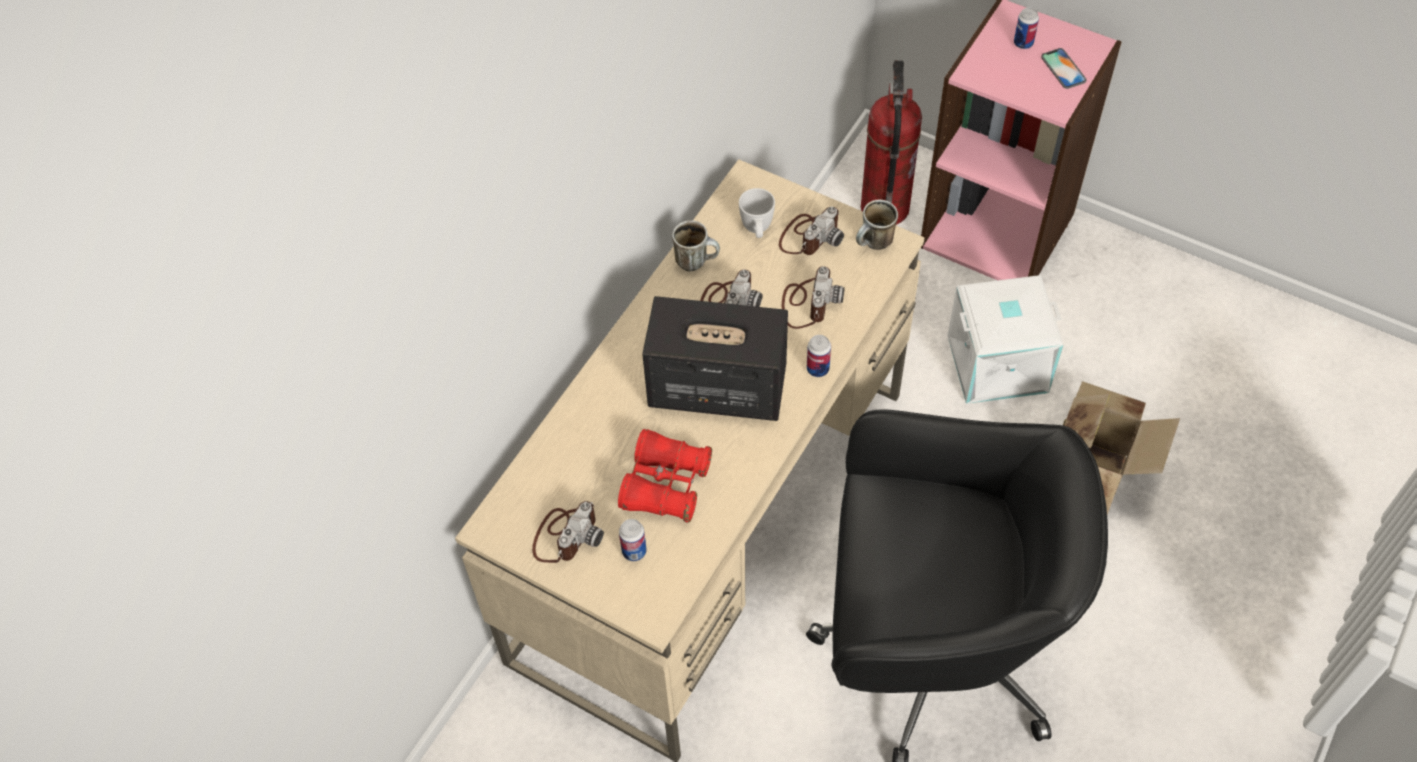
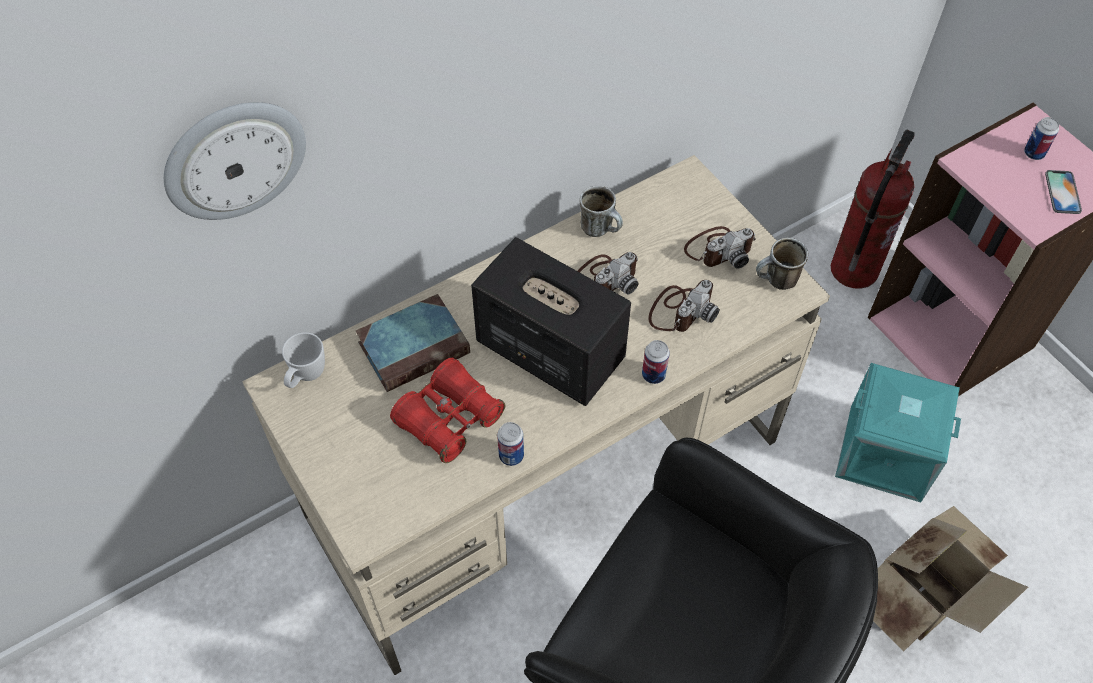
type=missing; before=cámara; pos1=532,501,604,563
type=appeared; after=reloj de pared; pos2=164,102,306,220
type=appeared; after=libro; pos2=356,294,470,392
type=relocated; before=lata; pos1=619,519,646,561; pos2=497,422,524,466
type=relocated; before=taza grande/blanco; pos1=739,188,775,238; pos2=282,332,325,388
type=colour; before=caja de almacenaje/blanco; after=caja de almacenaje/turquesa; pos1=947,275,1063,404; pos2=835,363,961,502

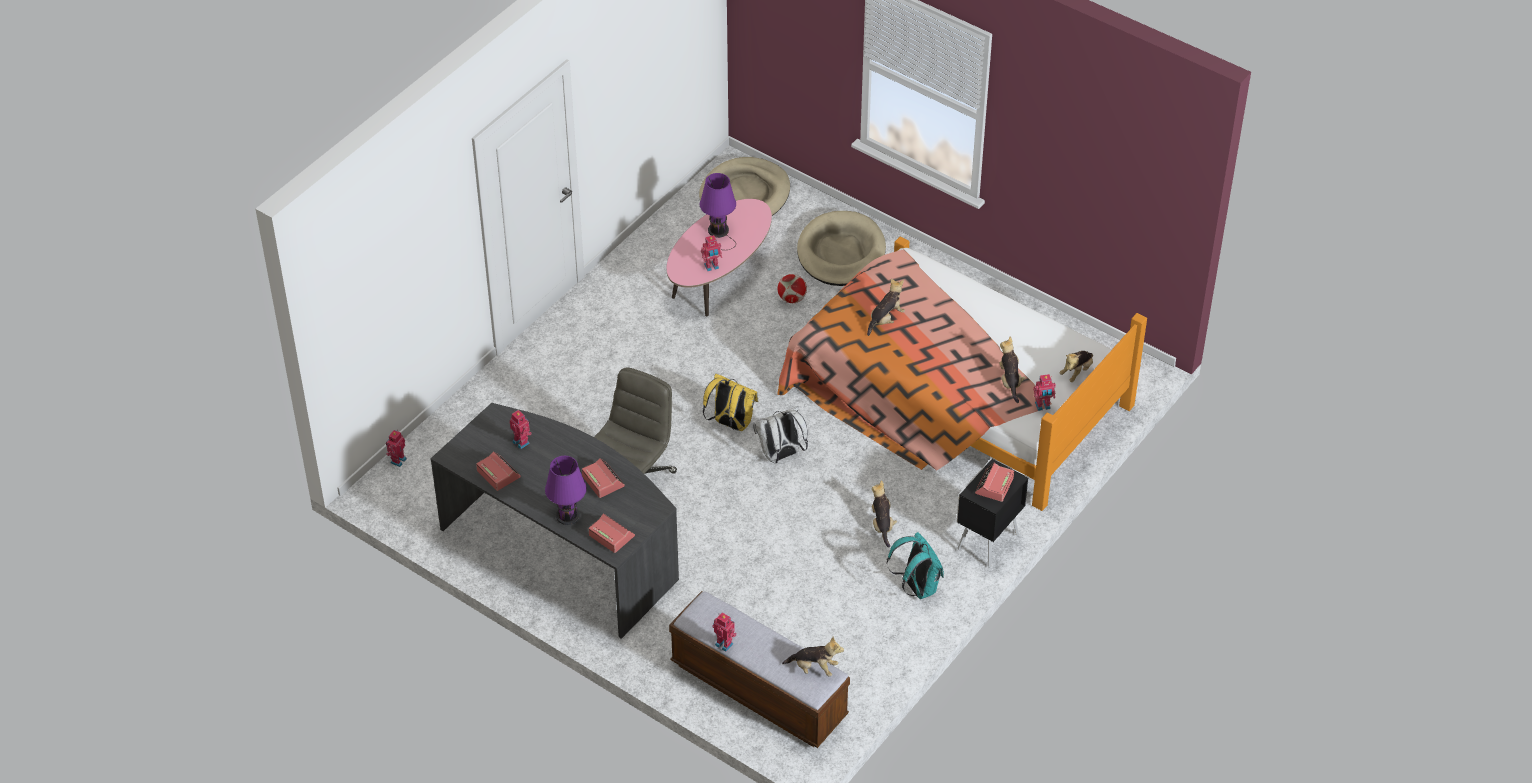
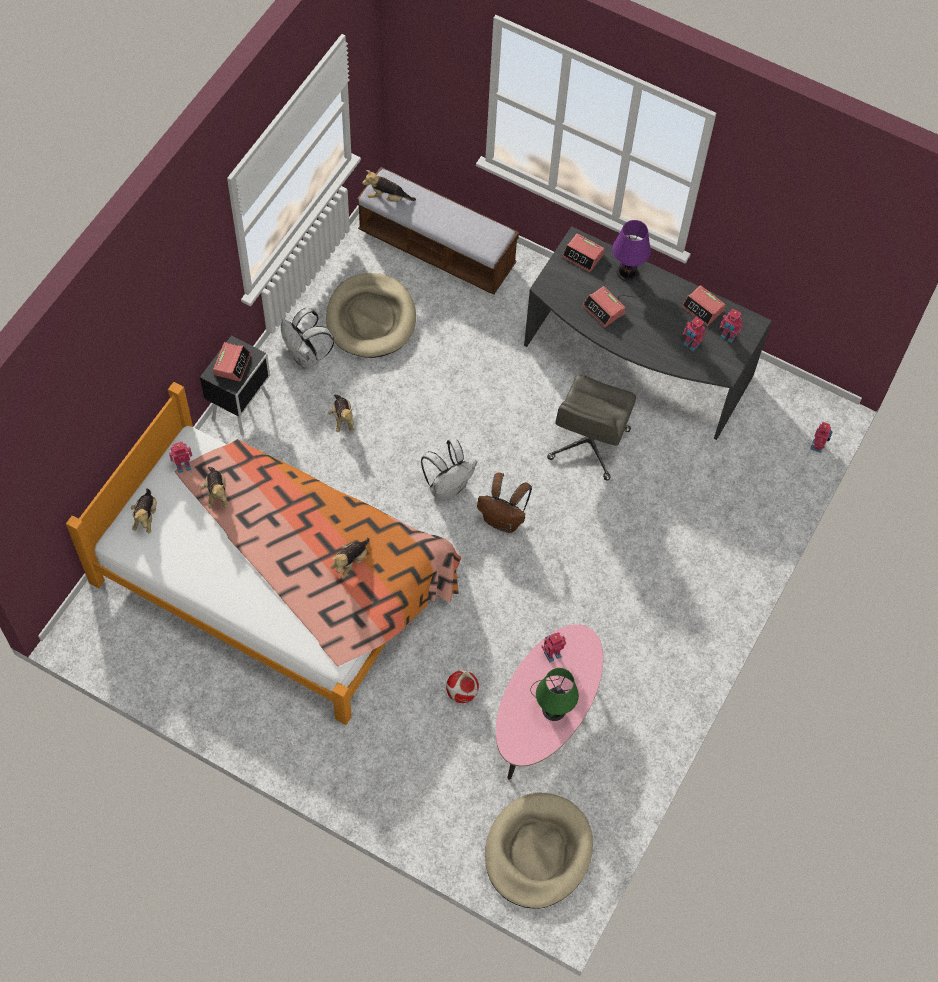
type=relocated; before=robot de juguete; pos1=712,612,737,652; pos2=720,309,743,343
type=relocated; before=cama para perro/beis; pos1=797,211,886,286; pos2=326,273,416,358
type=colour; before=lámpara de mesa/morado; after=lámpara de mesa/verde; pos1=700,173,736,250; pos2=530,668,579,721
type=colour; before=mochila/amarillo; after=mochila/marrón; pos1=703,374,758,431; pos2=477,473,532,533
type=colour; before=mochila/turquesa; after=mochila/blanco; pos1=887,532,944,599; pos2=281,308,334,369
type=spun; before=peluche; pos1=1059,351,1093,382; pos2=131,489,157,533; turn=150

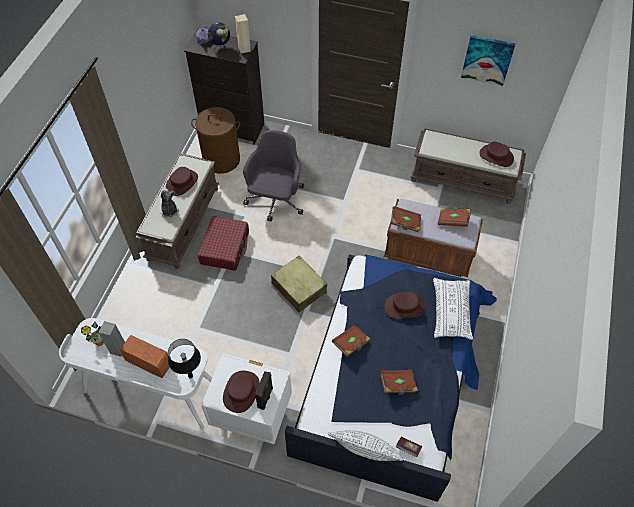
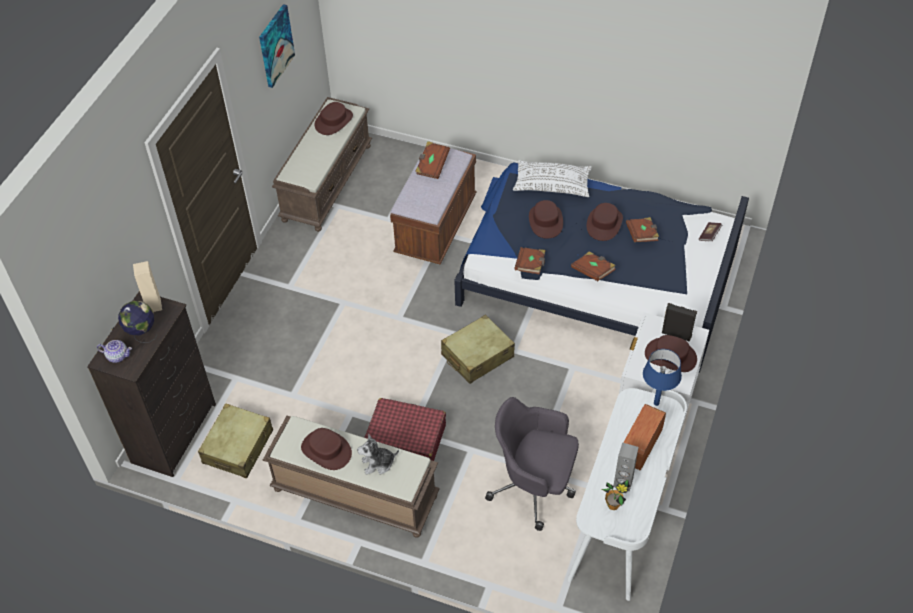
type=missing; before=cojín/blanco; pos1=328,430,404,461
type=appeared; after=sombrero/marrón; pos2=587,203,623,241
type=relocated; before=silla de oficina/gris; pos1=243,130,304,221; pos2=485,397,579,531
type=relocated; before=libro/marrón; pos1=391,206,421,232; pos2=514,247,546,275
type=exchanged; before=cesto de la ropa/marrón; after=maleta/beis; pos1=191,107,240,174; pos2=198,403,273,478
type=colour; before=lámpara de mesa/negro; after=lámpara de mesa/azul; pos1=168,339,201,379; pos2=643,349,682,406

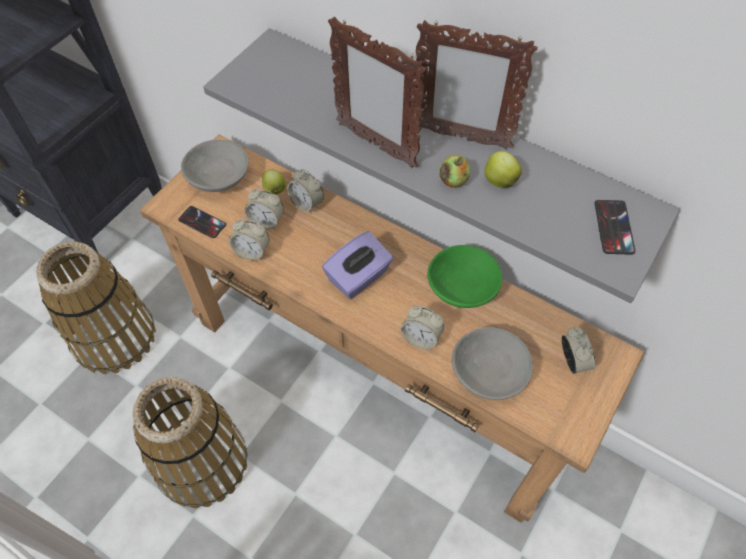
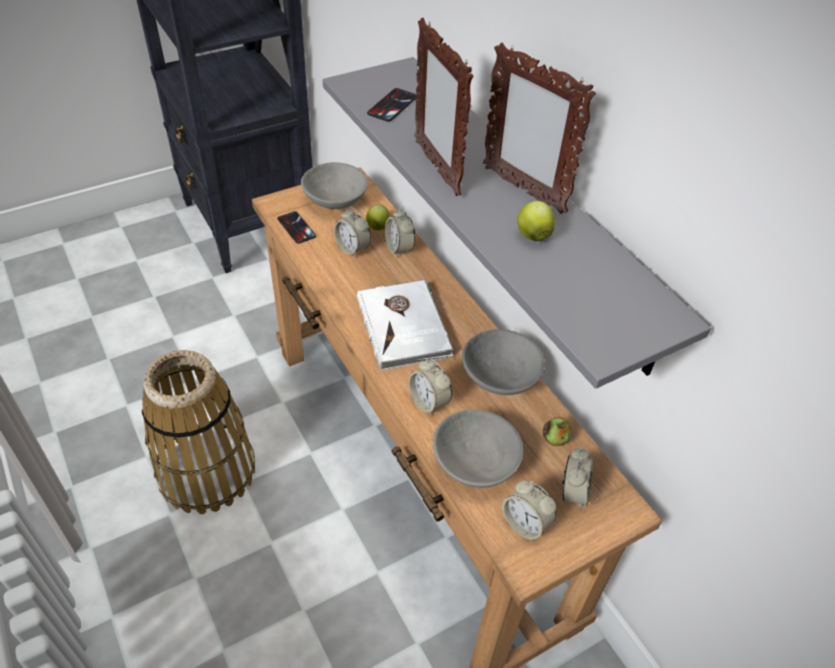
type=missing; before=cesta; pos1=36,241,156,374
type=relocated; before=despertador; pos1=229,218,270,260; pos2=502,481,556,541
type=relocated; before=manzana; pos1=439,155,470,188; pos2=543,417,572,446
type=relocated; before=móvil; pos1=594,200,635,255; pos2=367,88,417,122
type=exchanged; before=caja de pañuelos/morado; after=libro/blanco; pos1=322,231,393,299; pos2=357,279,454,371
type=colour; before=cuenco/verde; after=cuenco/gris; pos1=427,245,502,308; pos2=462,329,545,395

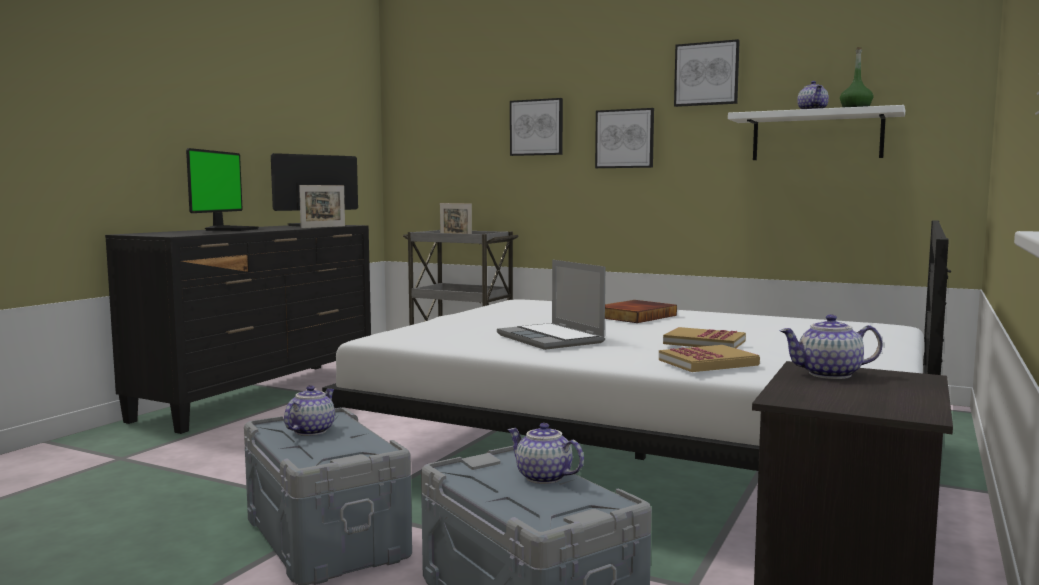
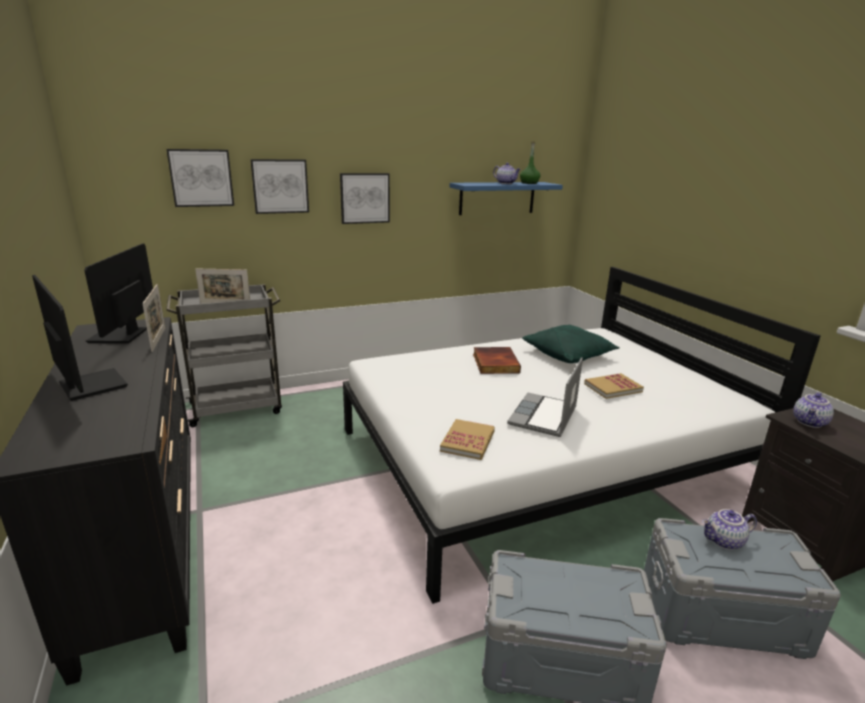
type=missing; before=tetera; pos1=284,385,335,436
type=appeared; after=cojín/verde; pos2=522,325,620,363
type=relocated; before=libro; pos1=659,345,760,372; pos2=440,419,495,460
type=relocated; before=cuadro; pos1=674,39,740,107; pos2=166,149,234,207
type=colour; before=estante/blanco; after=estante/azul; pos1=728,105,905,160; pos2=450,182,563,215
type=spun; before=portátil; pos1=497,260,605,350; pos2=507,357,583,437; turn=105

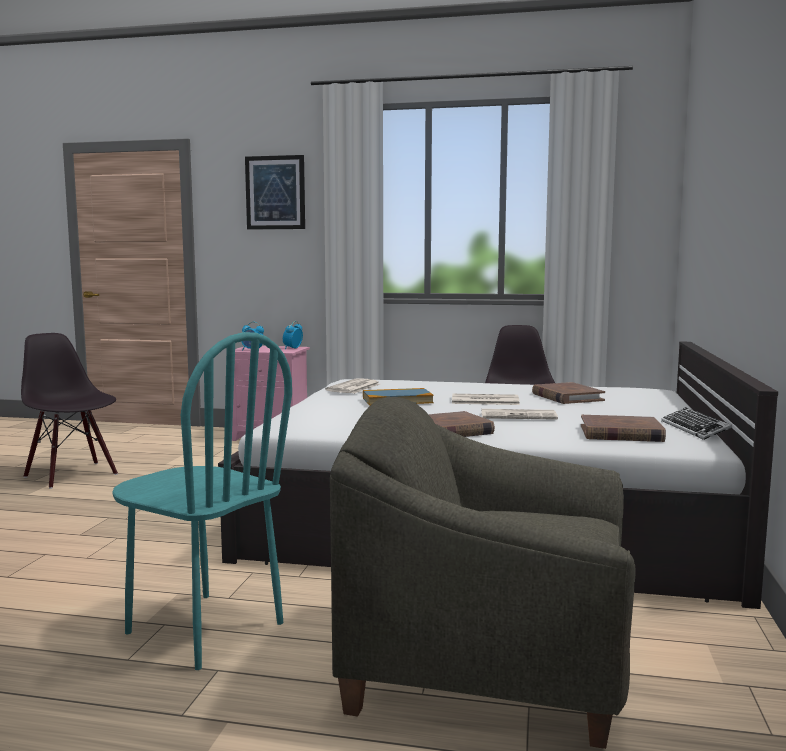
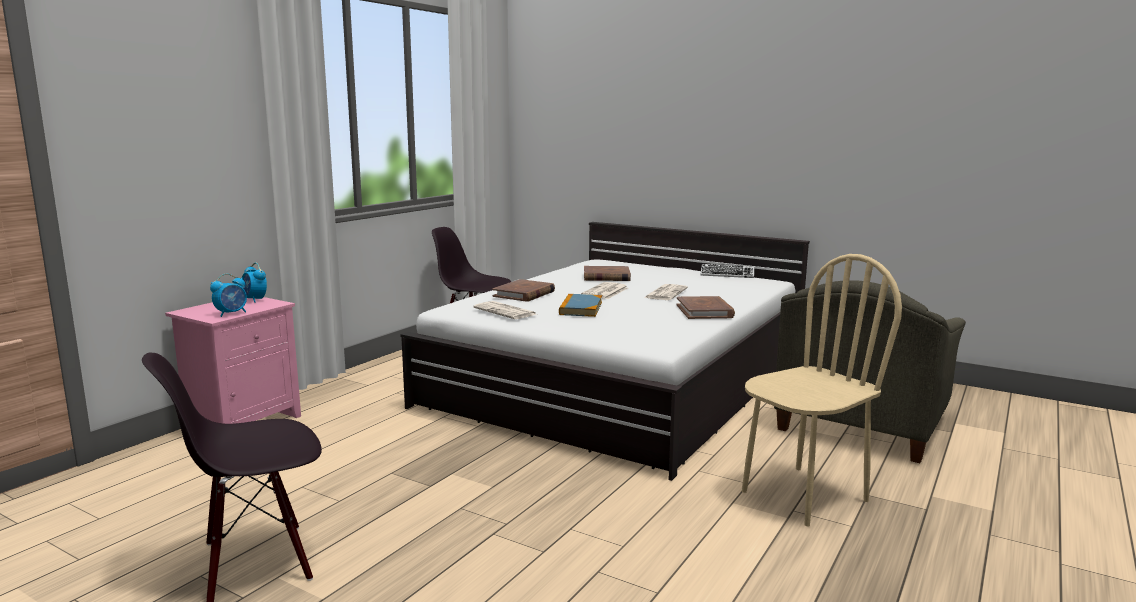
type=missing; before=cuadro; pos1=245,155,305,229
type=relocated; before=libro/marrón; pos1=581,415,666,442; pos2=492,279,555,302
type=colour; before=silla/turquesa; after=silla/beis; pos1=112,332,292,670; pos2=742,254,902,526

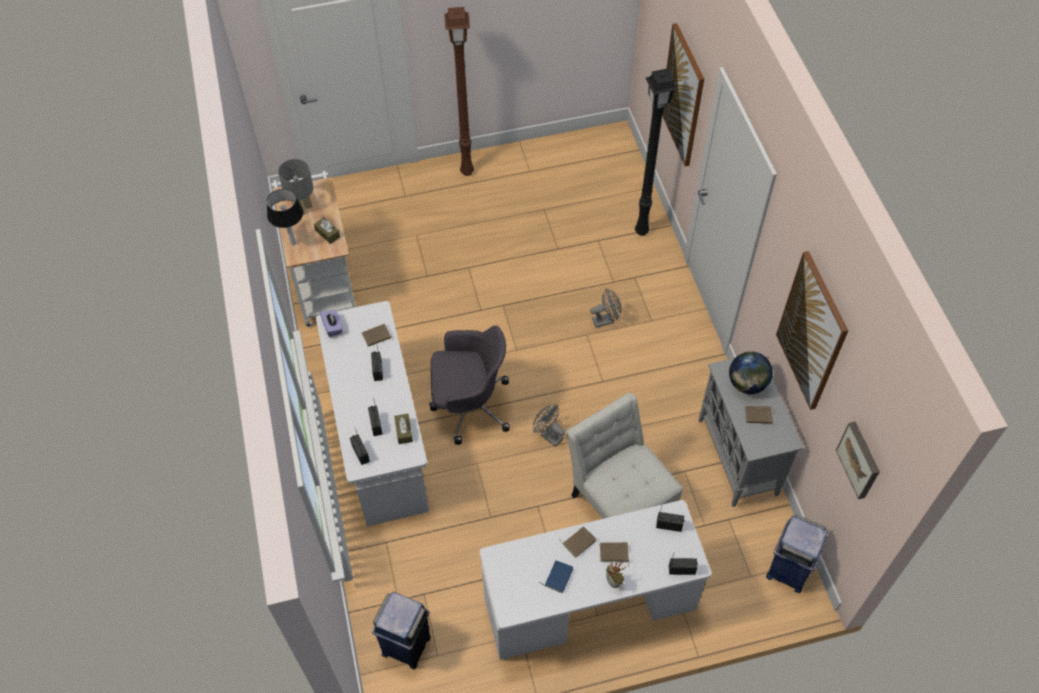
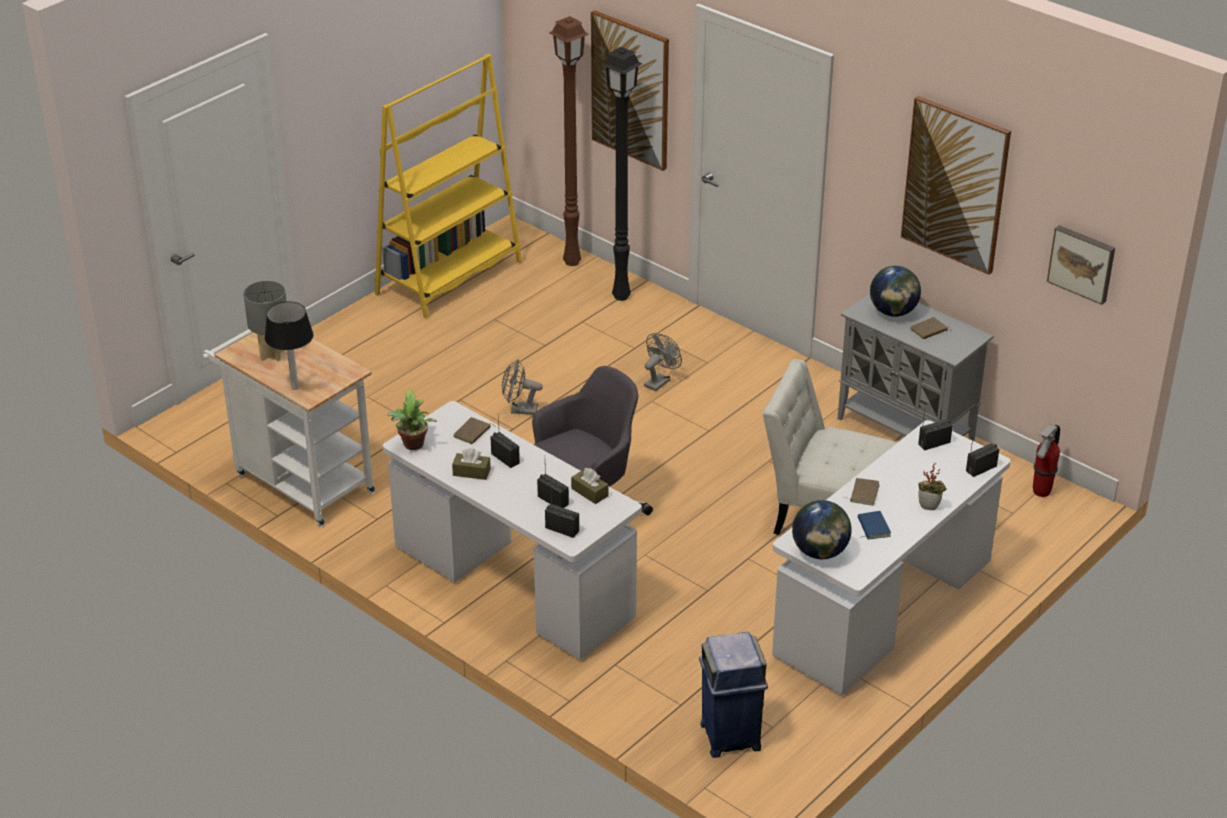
type=missing; before=libro/marrón; pos1=600,542,630,567
type=appeared; after=estantería/amarillo; pos2=374,54,522,318
type=appeared; after=globo terráqueo; pos2=792,500,852,559
type=relocated; before=caja de pañuelos/marrón; pos1=314,217,340,244; pos2=452,448,491,480
type=relocated; before=lámpara de pie/marrón; pos1=444,7,474,176; pos2=549,16,589,266
type=relocated; before=ventilador/gris; pos1=533,405,565,447; pos2=502,360,543,415
type=exchanged; before=caja de pañuelos/morado; after=planta en maceta; pos1=320,310,343,337; pos2=387,389,437,450
type=exchanged; before=papelera/azul; after=extintor; pos1=766,515,828,593; pos2=1033,424,1060,497

